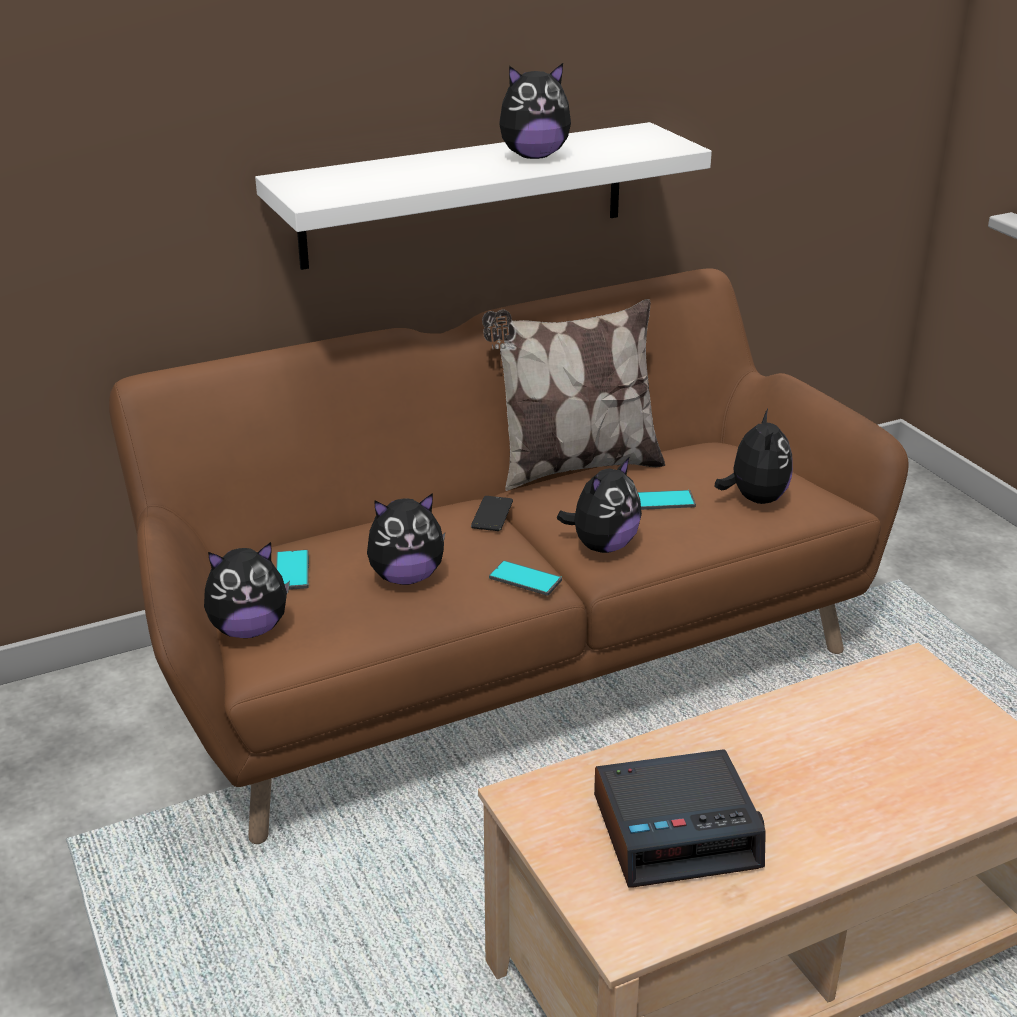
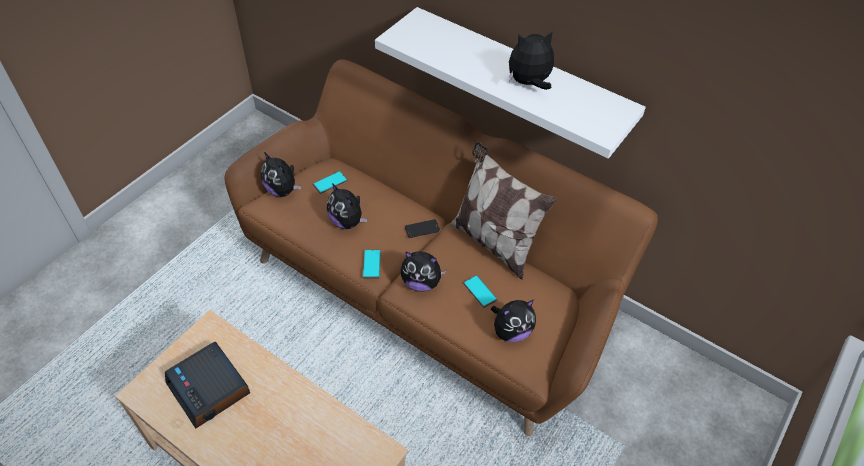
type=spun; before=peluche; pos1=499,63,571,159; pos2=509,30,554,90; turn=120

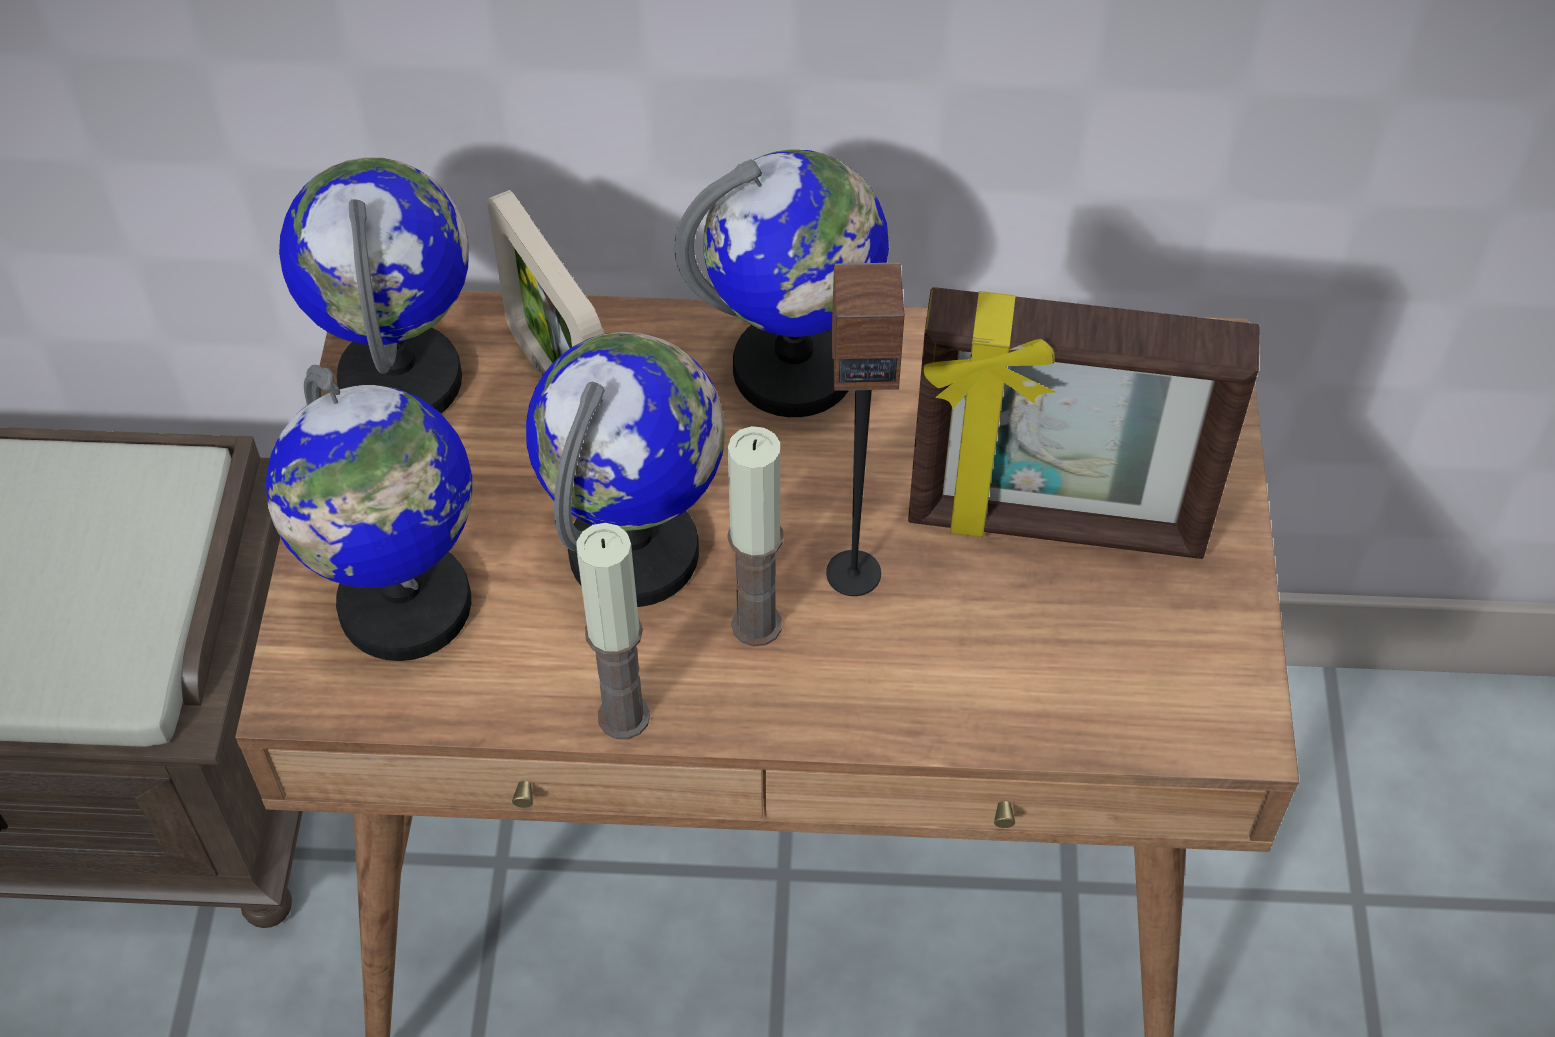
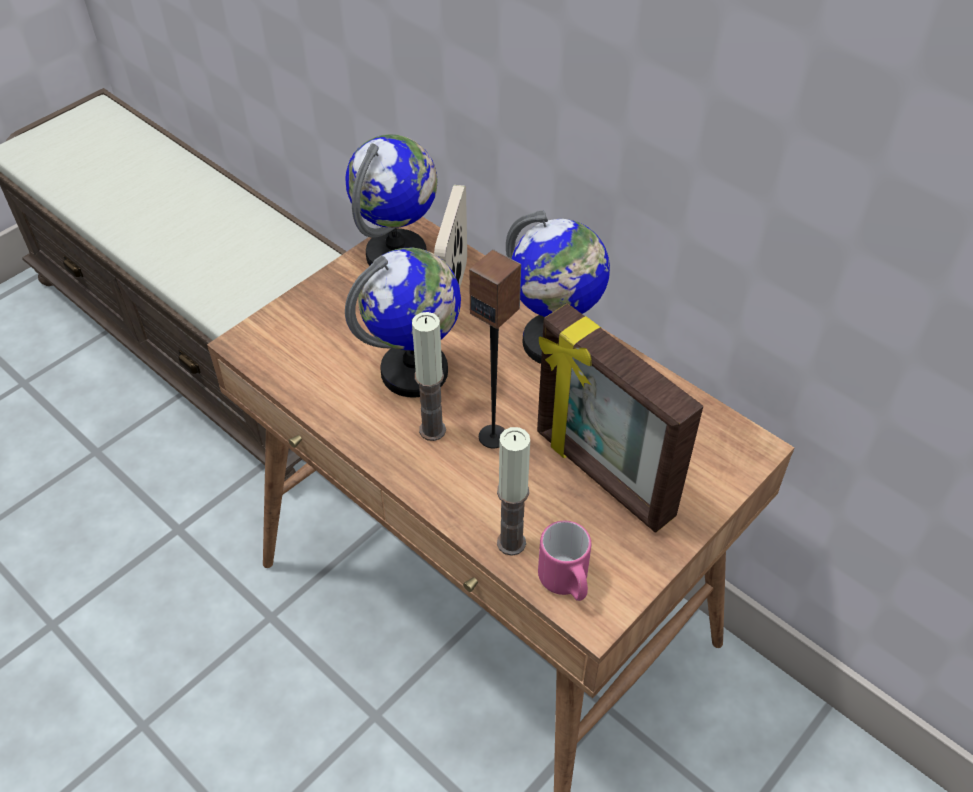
type=missing; before=globo terráqueo; pos1=266,365,472,661
type=appeared; after=taza grande/rosa; pos2=538,521,591,601
type=relocated; before=vela; pos1=576,523,650,739; pos2=497,427,530,556

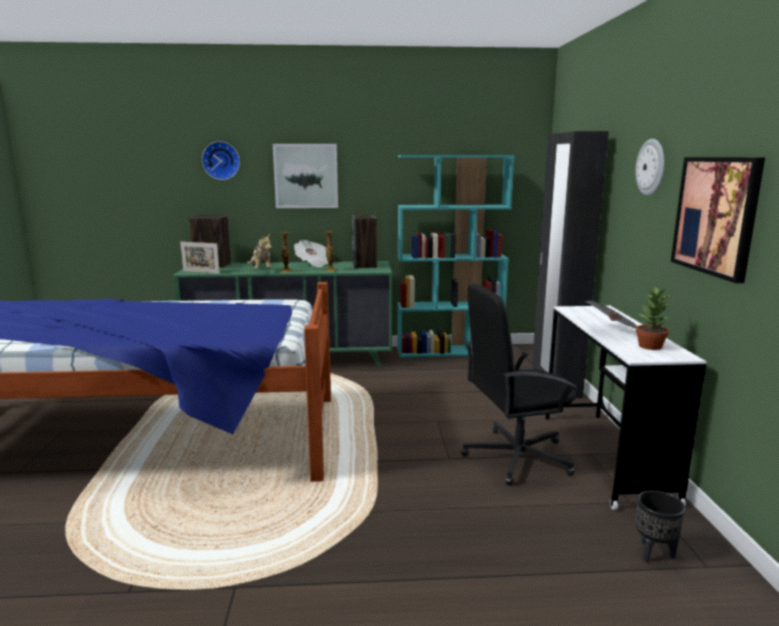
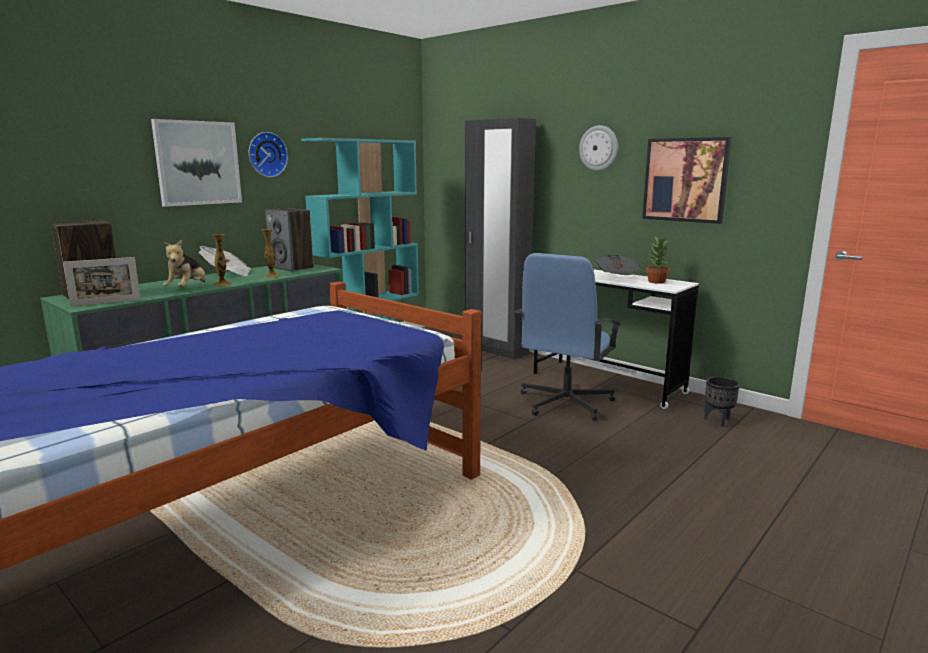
type=relocated; before=reloj de pared; pos1=202,141,240,180; pos2=249,132,288,177
type=colour; before=silla de oficina/negro; after=silla de oficina/azul; pos1=461,284,577,486; pos2=515,253,621,421
type=spun; before=peluche; pos1=247,234,272,269; pos2=163,240,205,287; turn=75

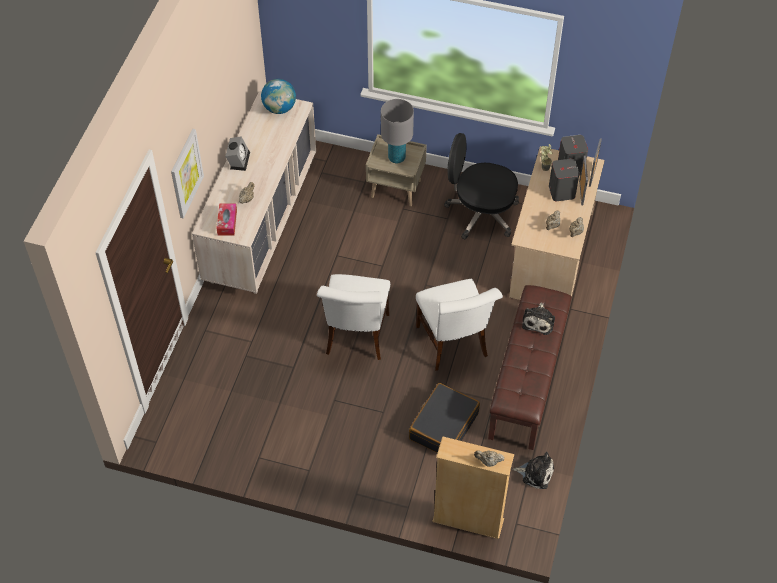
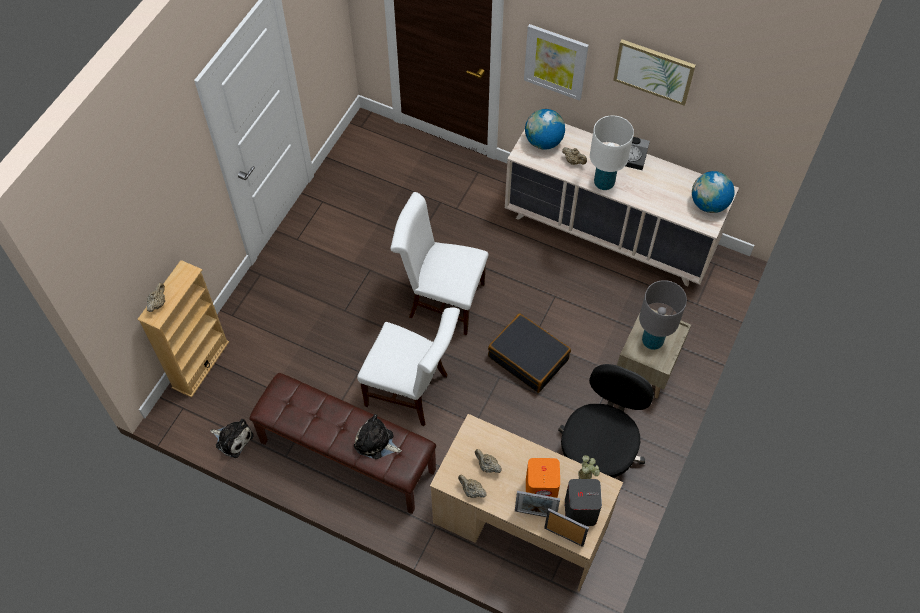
type=appeared; after=lámpara de mesa/blanco; pos2=590,115,634,190
type=appeared; after=cuadro; pos2=613,39,696,106
type=relocated; before=maleta/negro; pos1=409,383,480,453; pos2=488,313,571,393
type=exchanged; before=caja de pañuelos; after=globo terráqueo; pos1=216,203,237,236; pos2=525,109,565,150
type=colour; before=altavoz/gris; after=altavoz/naranja; pos1=549,159,579,201; pos2=526,458,560,498
type=spun; before=silla/blanco; pos1=416,279,503,370; pos2=357,307,460,426; turn=-150
type=spun; before=peluche; pos1=513,452,554,489; pos2=210,418,254,458; turn=-90

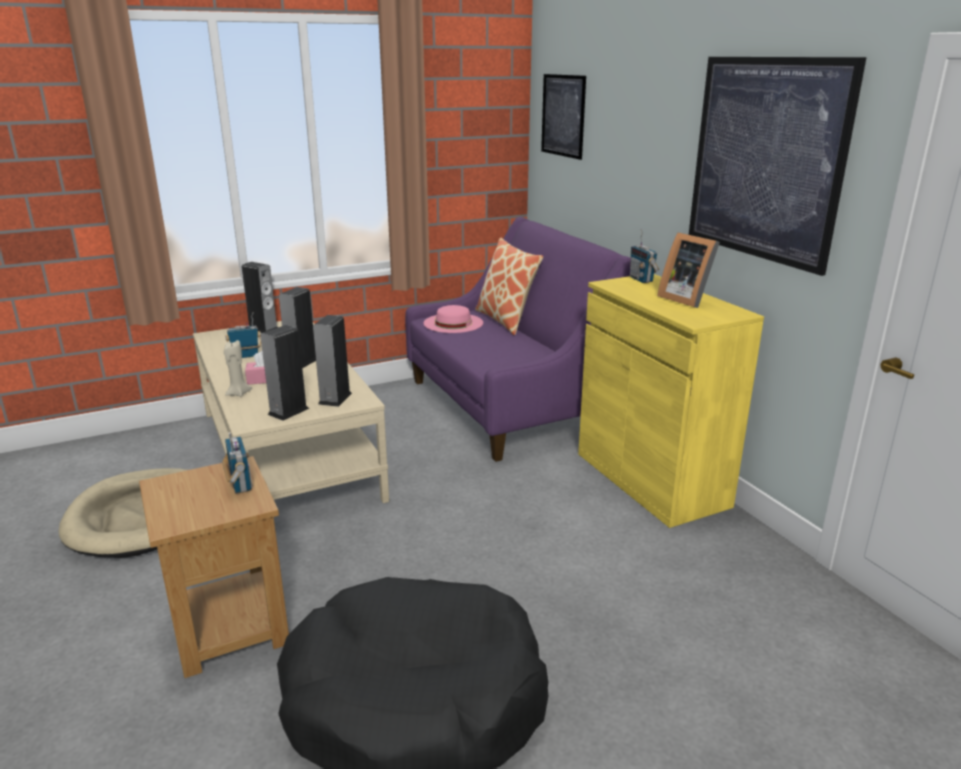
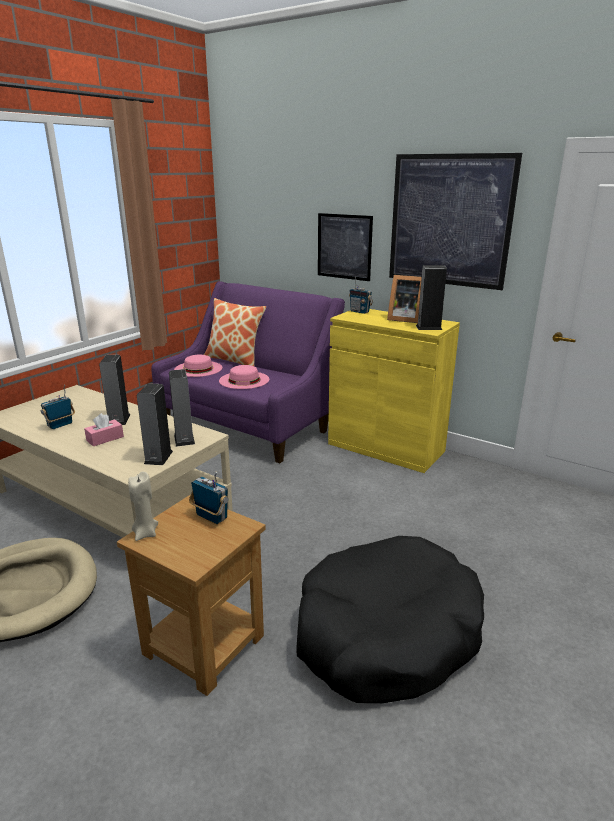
type=appeared; after=sombrero/rosa; pos2=219,365,269,389
type=relocated; before=vela/beis; pos1=224,340,252,397; pos2=128,471,158,541
type=relocated; before=altavoz; pos1=242,262,278,333; pos2=416,265,447,330
type=relocated; before=cuadro; pos1=541,74,586,160; pos2=318,213,373,281

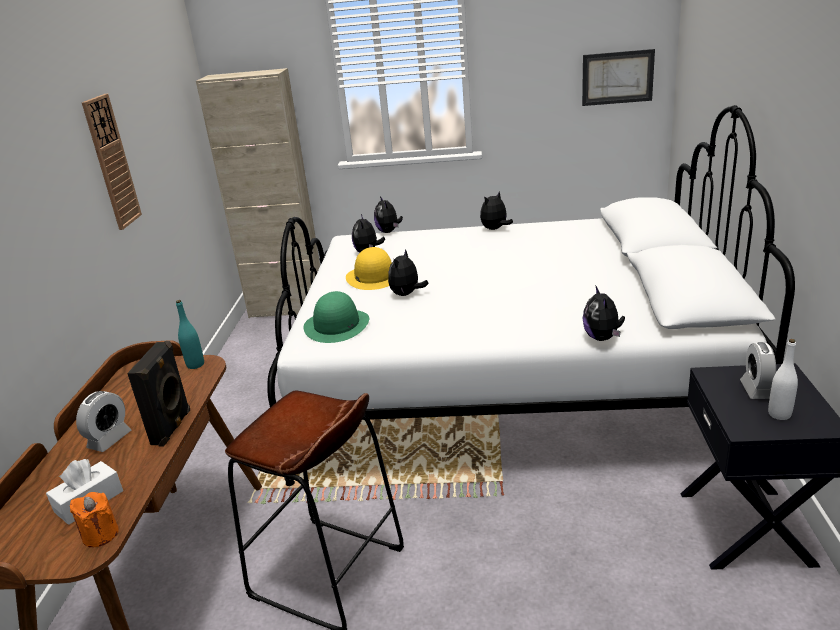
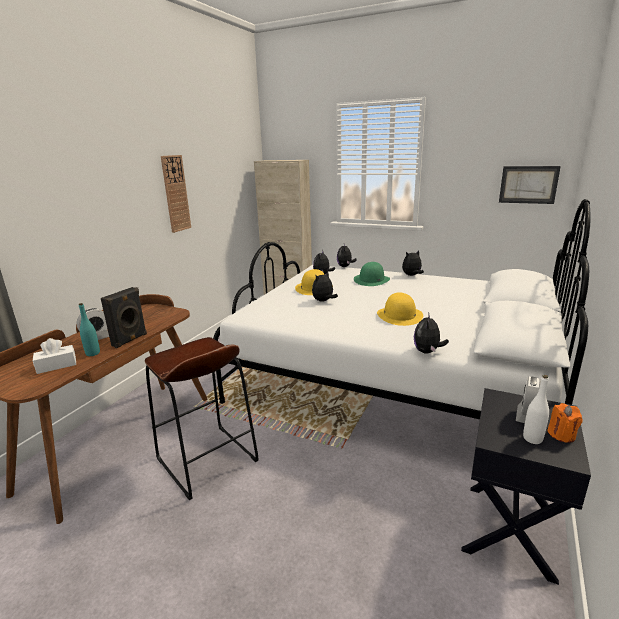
type=appeared; after=sombrero/amarillo; pos2=377,292,423,326
type=relocated; before=vela/naranja; pos1=70,492,119,547; pos2=547,403,582,443
type=relocated; before=botella/turquesa; pos1=176,300,204,369; pos2=79,303,100,356
type=relocated; before=sombrero/verde; pos1=304,291,369,343; pos2=354,262,390,286

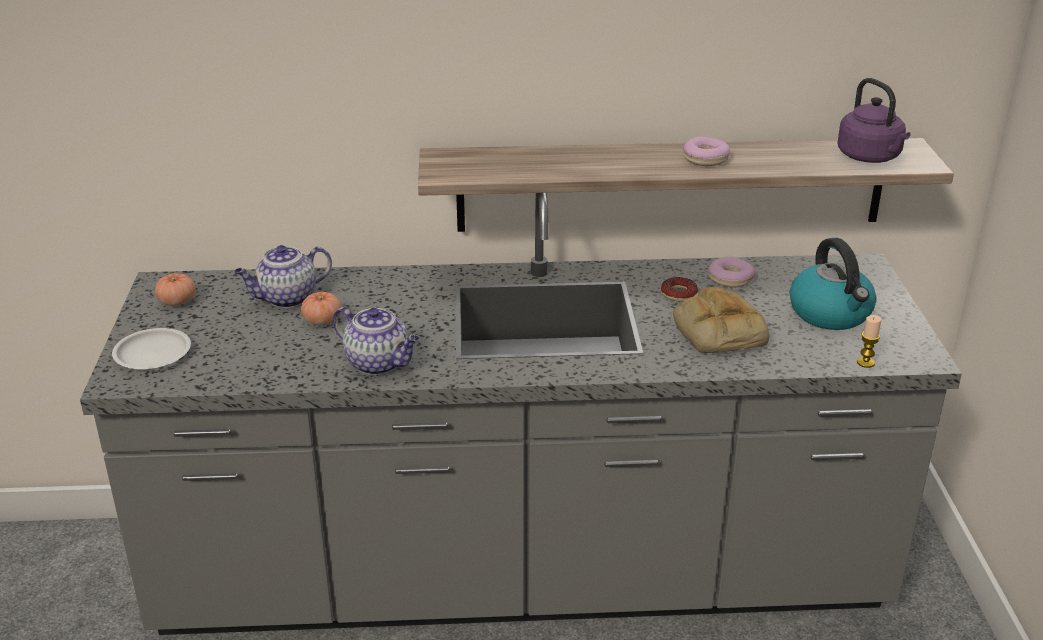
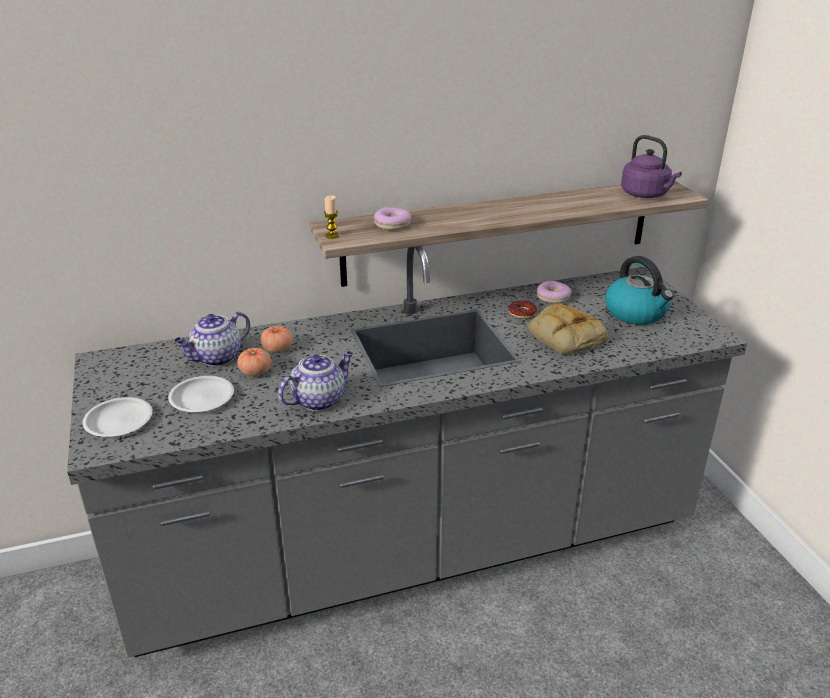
type=appeared; after=plato/blanco; pos2=168,376,234,412
type=relocated; before=tomate; pos1=155,273,196,306; pos2=260,326,293,353
type=relocated; before=rosquilla; pos1=683,136,730,166; pos2=374,207,411,231
type=relocated; before=vela; pos1=857,315,881,368; pos2=324,196,339,239
type=spun; before=tetera; pos1=333,307,419,375; pos2=278,351,353,411; turn=-60

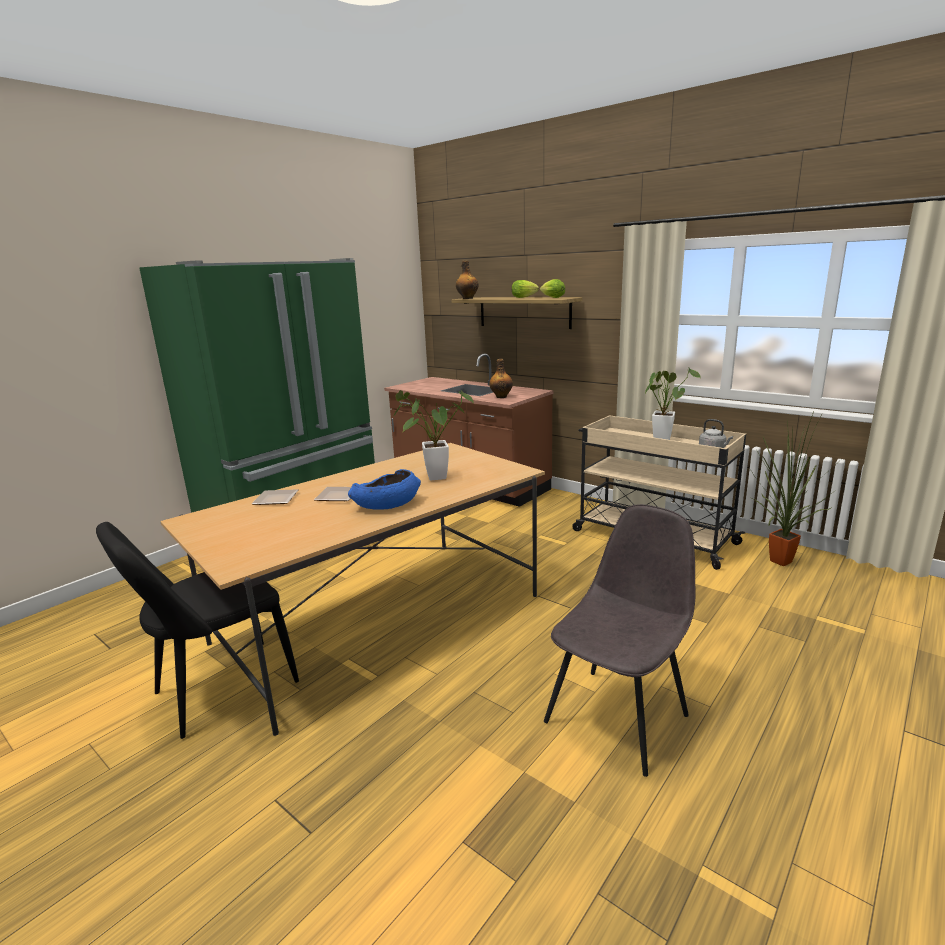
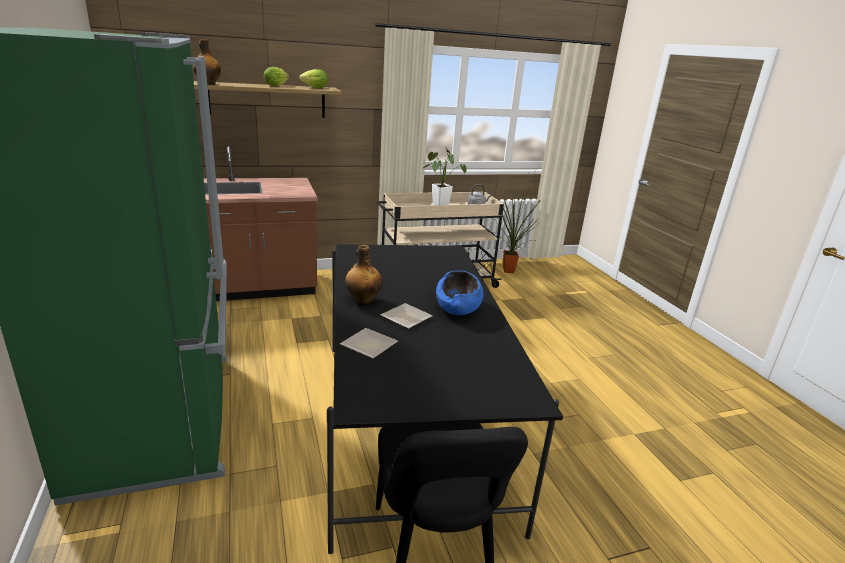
type=missing; before=planta en maceta; pos1=393,390,474,480
type=missing; before=silla/gris; pos1=544,504,696,777
type=relocated; before=botella; pos1=489,359,513,398; pos2=345,245,382,304
type=colour; before=mesa de comedor/beis; after=mesa de comedor/negro; pos1=160,443,545,736; pos2=327,244,563,554

